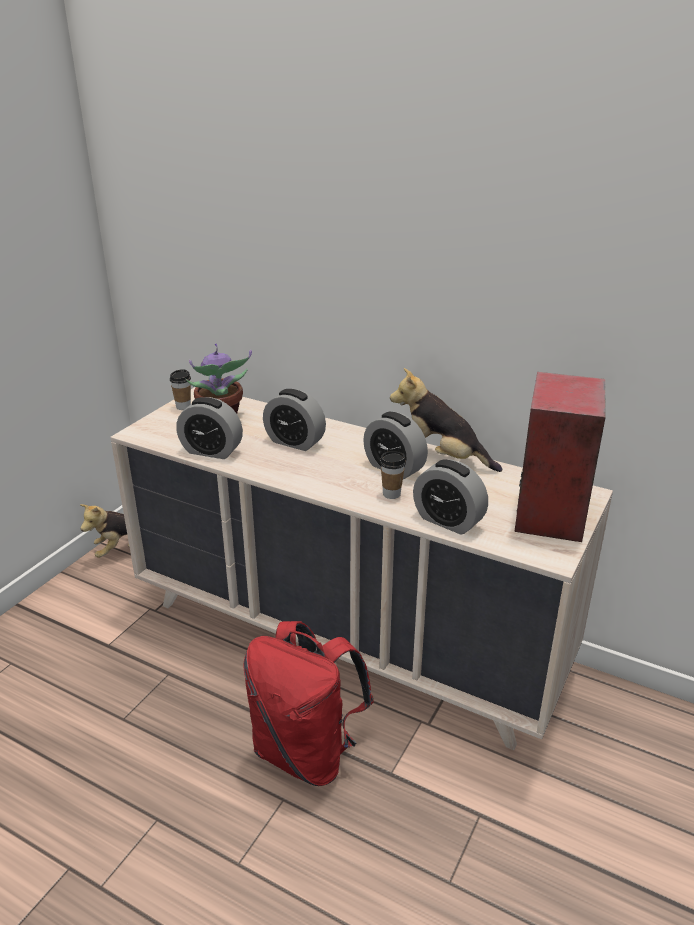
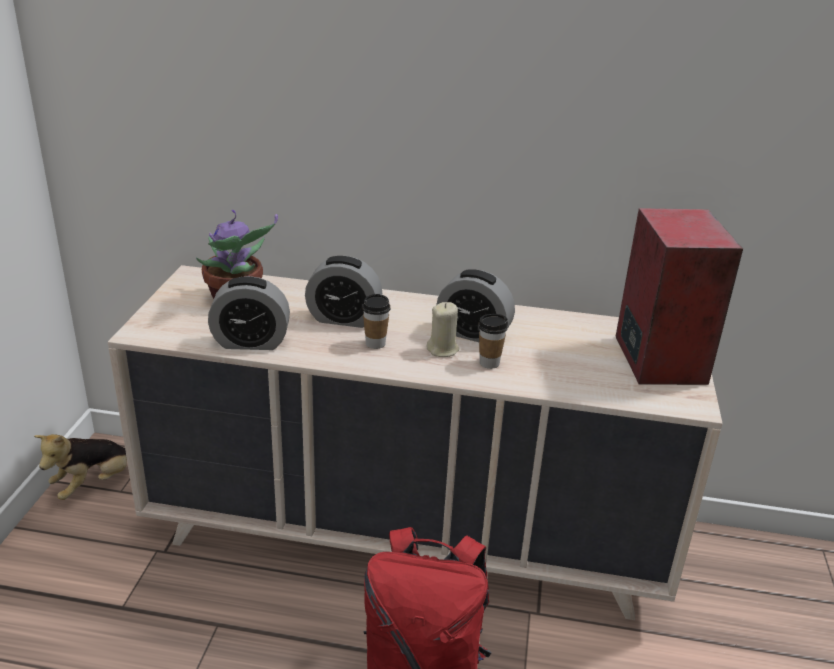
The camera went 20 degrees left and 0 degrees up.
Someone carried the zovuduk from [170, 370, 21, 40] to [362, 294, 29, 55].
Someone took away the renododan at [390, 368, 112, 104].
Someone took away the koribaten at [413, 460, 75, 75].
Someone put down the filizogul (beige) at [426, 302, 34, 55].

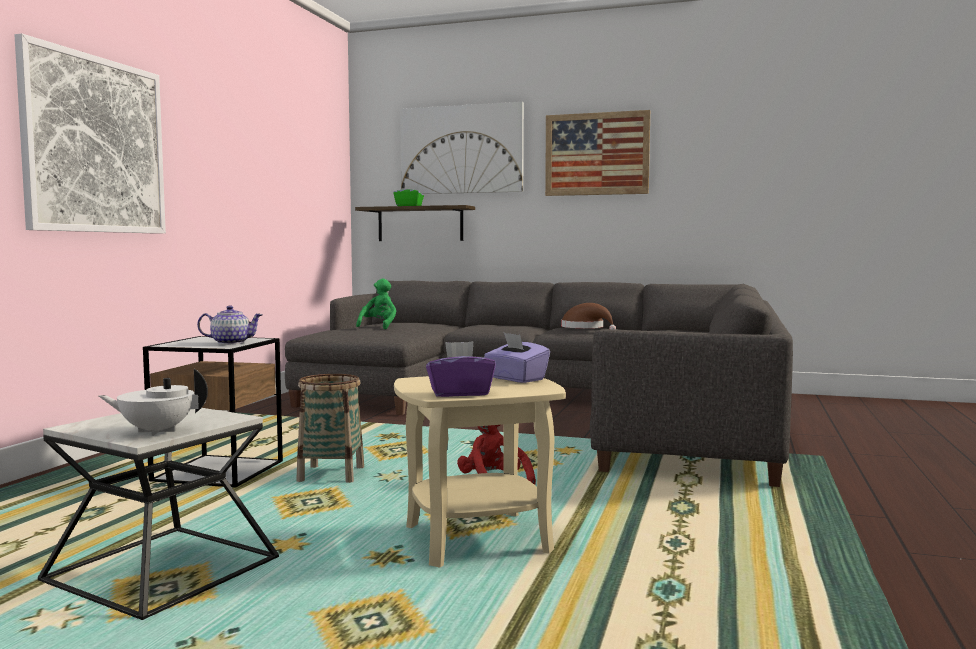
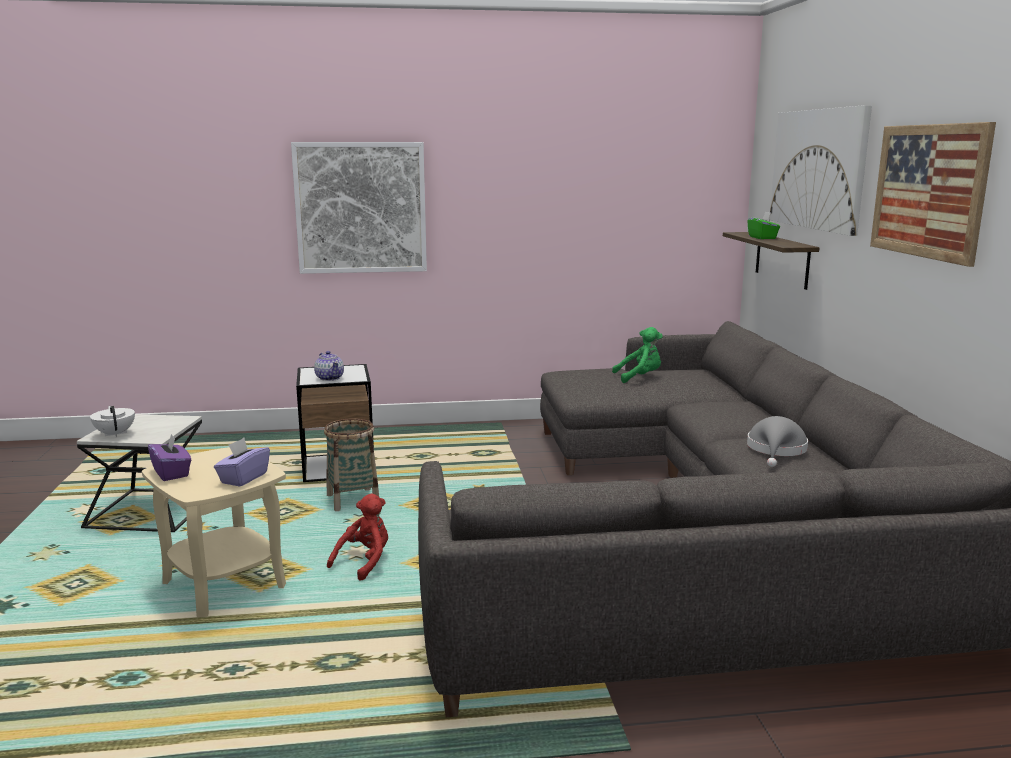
The camera went 65 degrees right and 10 degrees up.
Someone repainted the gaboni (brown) at [561, 303, 55, 27], which became the gaboni (grey) at [747, 416, 61, 51].

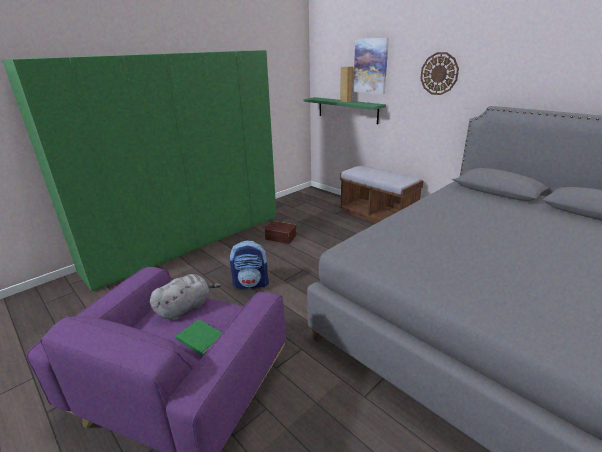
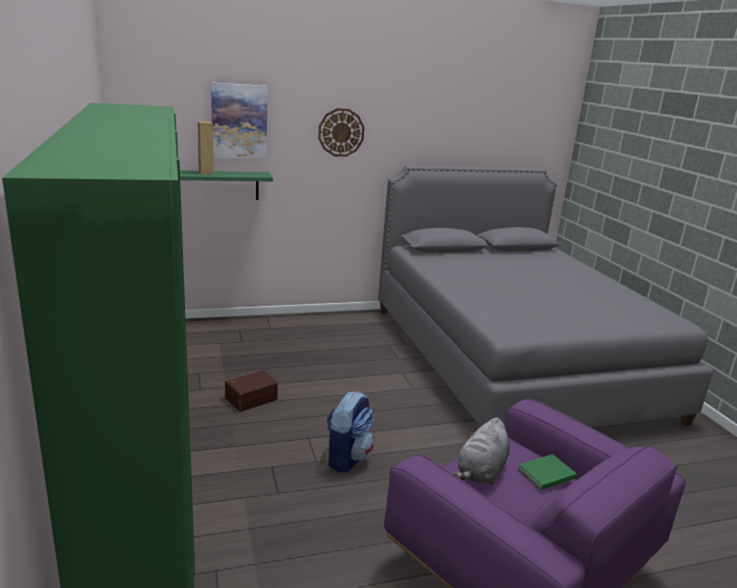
The camera went 65 degrees left and 5 degrees down.
Someone rotated the renododan (grey) at [150, 274, 71, 46] by 135 degrees counterclockwise.
Someone took away the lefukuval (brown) at [339, 165, 85, 59].

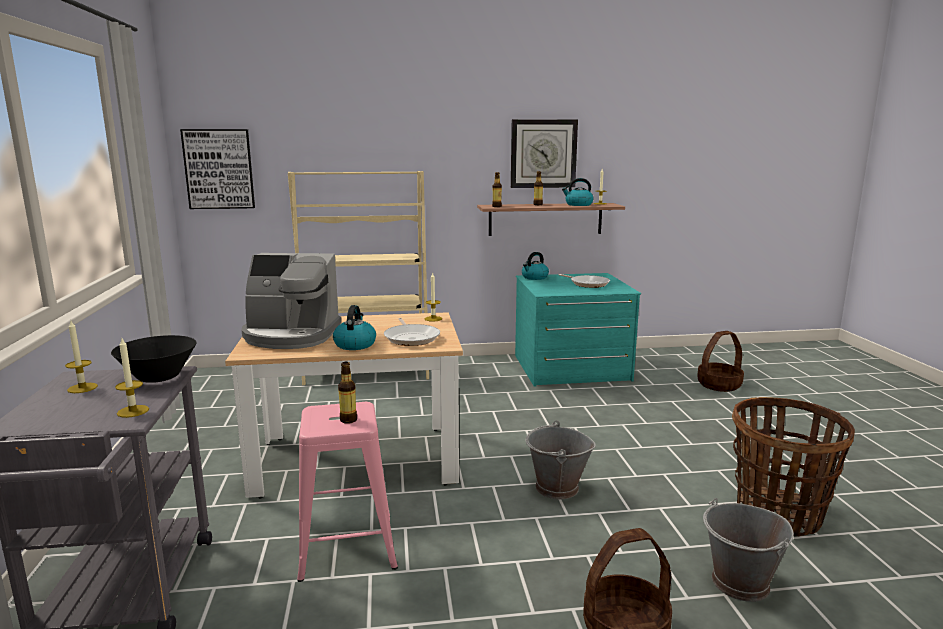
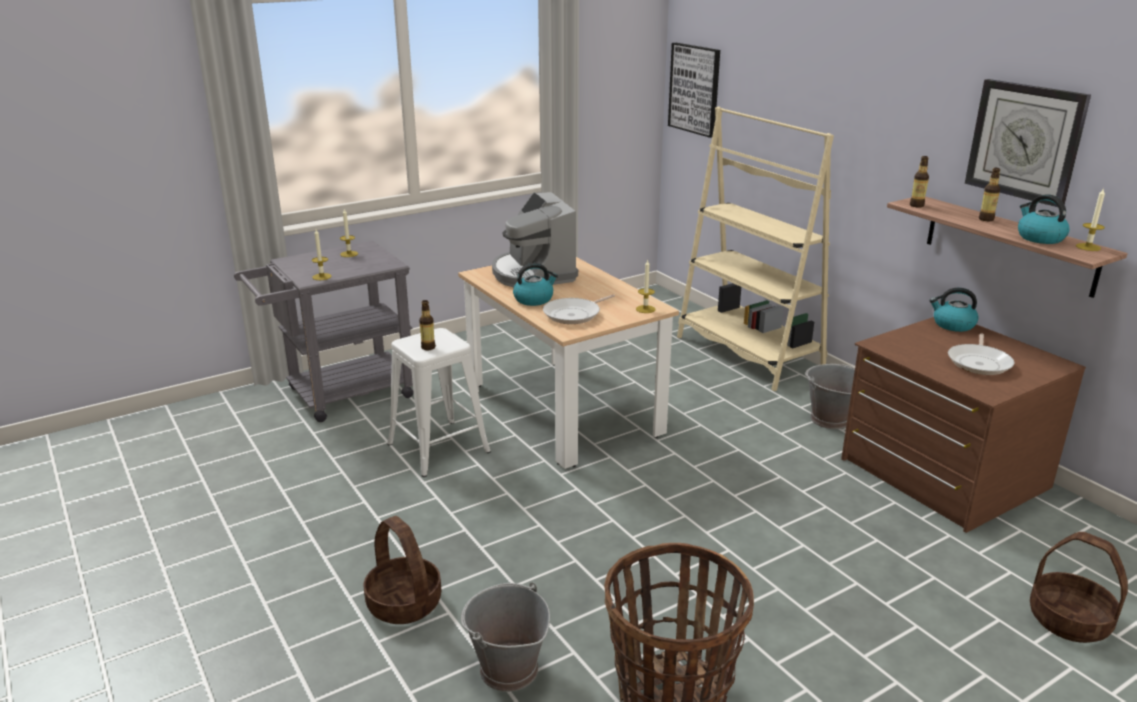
The camera went 65 degrees right and 10 degrees up.
Someone took away the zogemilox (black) at [111, 335, 86, 48].
Someone repainted the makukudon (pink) at [297, 402, 101, 180], which became the makukudon (white) at [387, 328, 104, 149].
Someone repainted the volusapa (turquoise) at [515, 273, 126, 114], which became the volusapa (brown) at [841, 317, 245, 216].
Someone carried the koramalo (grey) from [526, 420, 70, 79] to [805, 364, 50, 65].

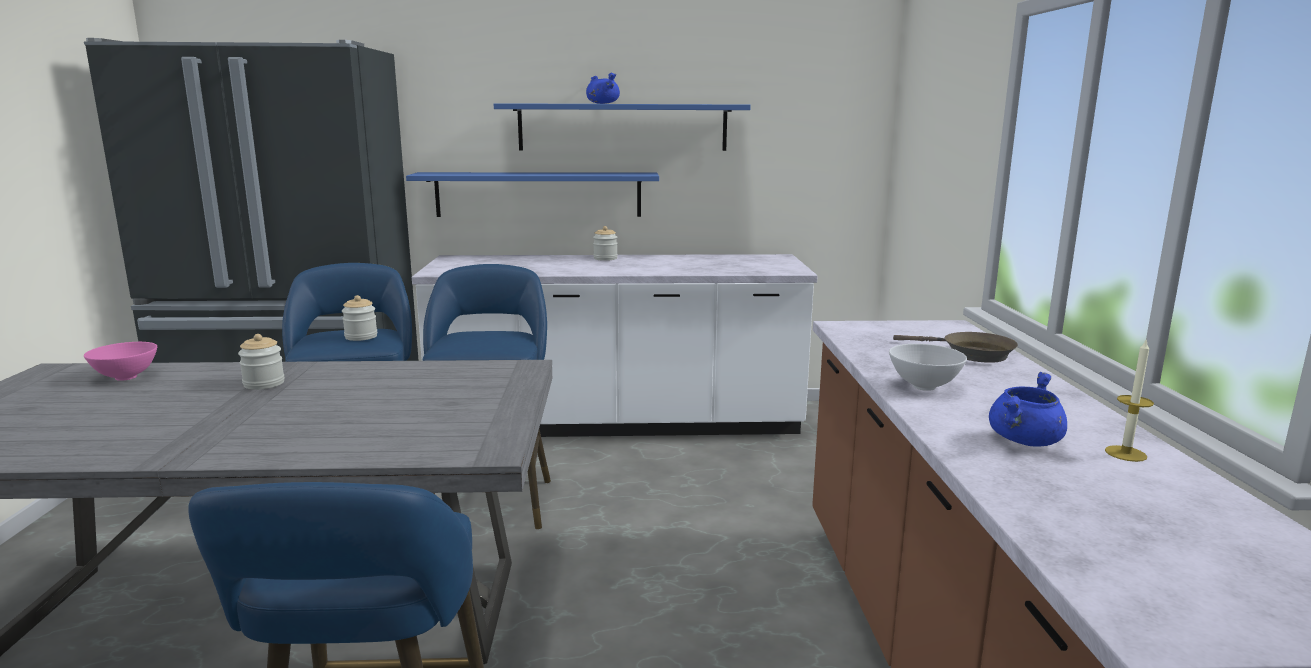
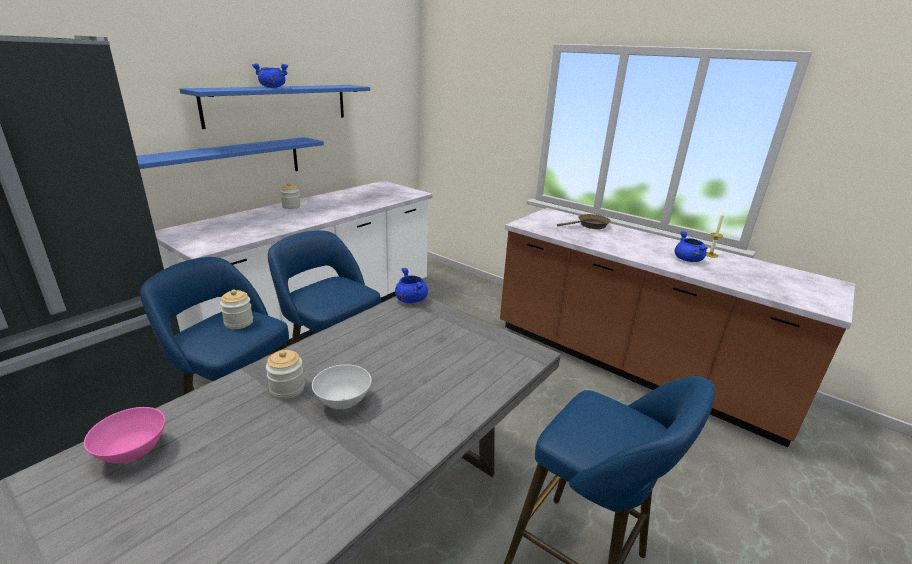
The camera went 50 degrees left and 10 degrees up.
Someone carried the zogemilox (white) from [889, 344, 78, 47] to [312, 364, 60, 45].
Someone put down the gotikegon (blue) at [395, 268, 33, 35].

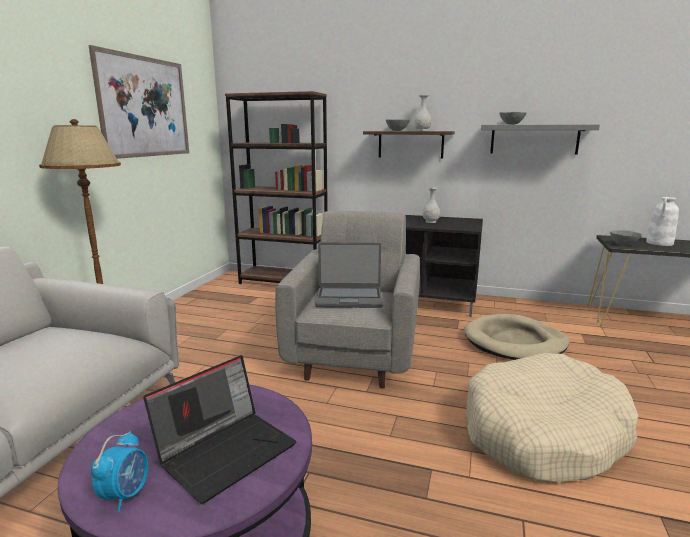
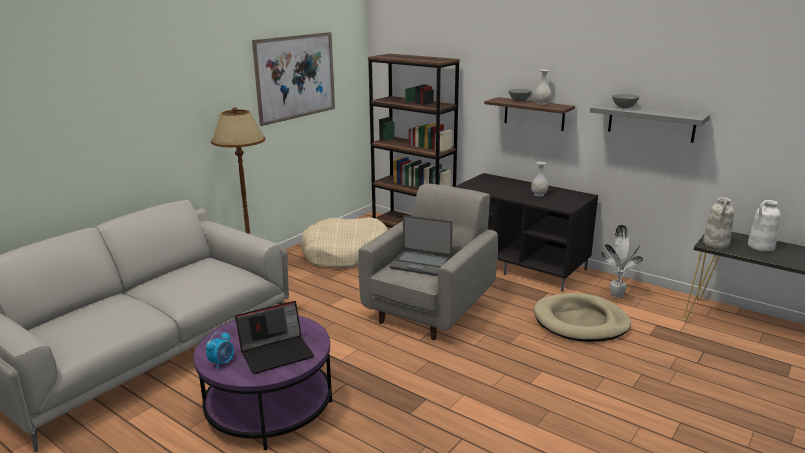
The camera went 20 degrees right and 5 degrees up.
Someone carried the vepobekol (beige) from [466, 353, 173, 129] to [300, 217, 88, 52].
Someone swapped the zogemilox (grey) at [610, 230, 32, 16] for the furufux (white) at [703, 198, 31, 50].
Someone put down the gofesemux at [600, 225, 43, 73].

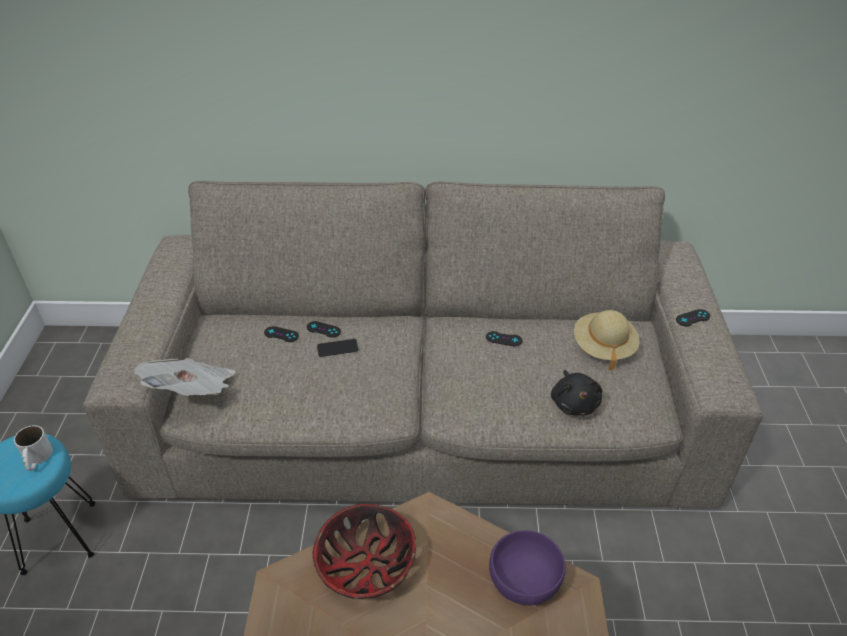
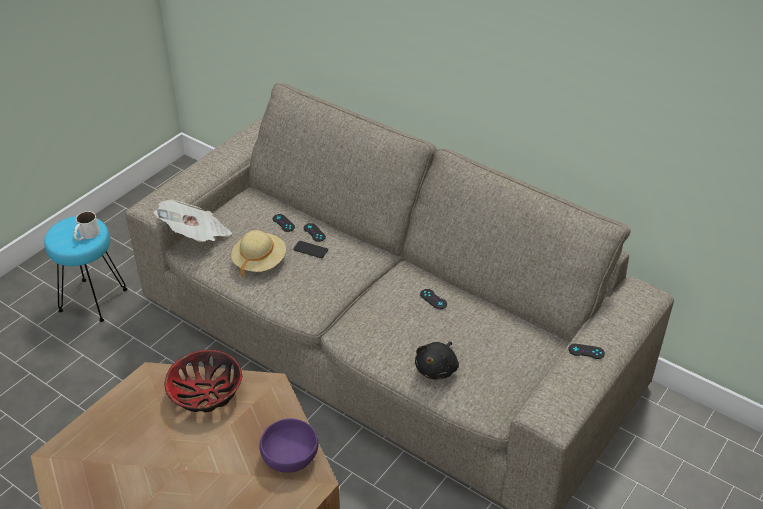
The camera went 35 degrees right and 0 degrees up.
Someone carried the gaboni (beige) from [574, 310, 66, 61] to [231, 230, 55, 48].

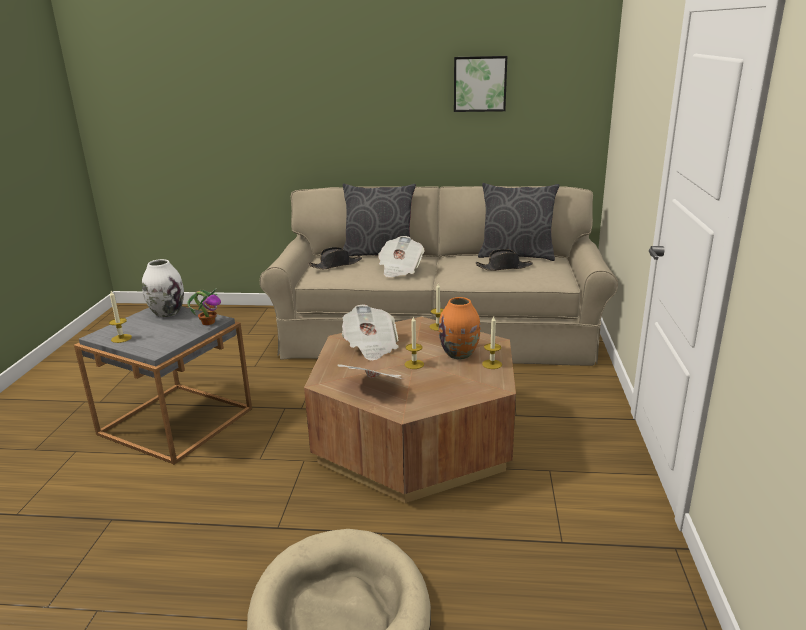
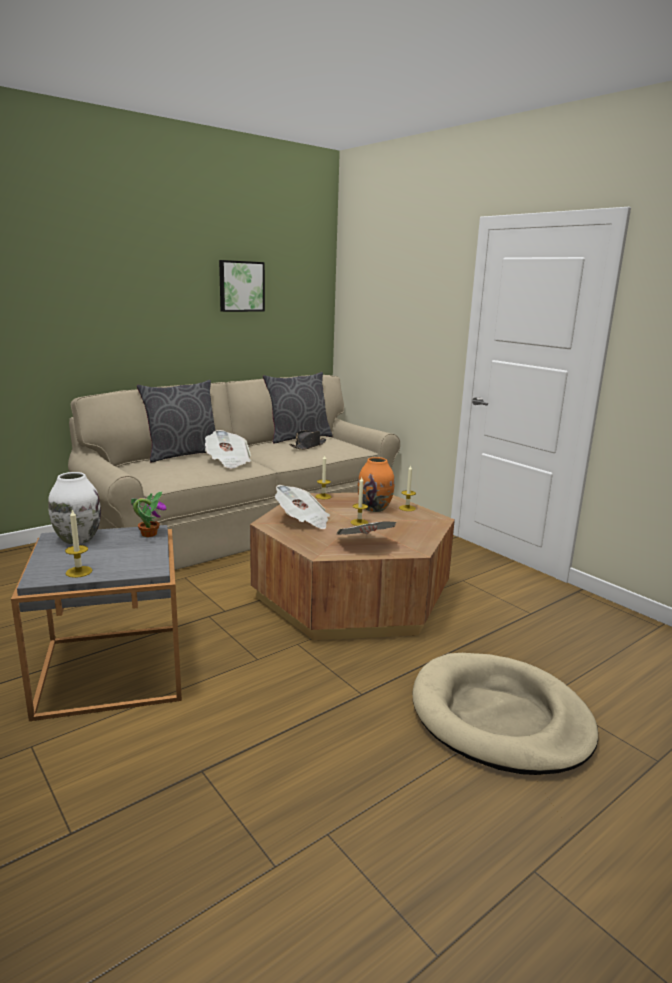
The camera went 45 degrees left and 5 degrees down.
Someone took away the gaboni (black) at [308, 247, 54, 22].

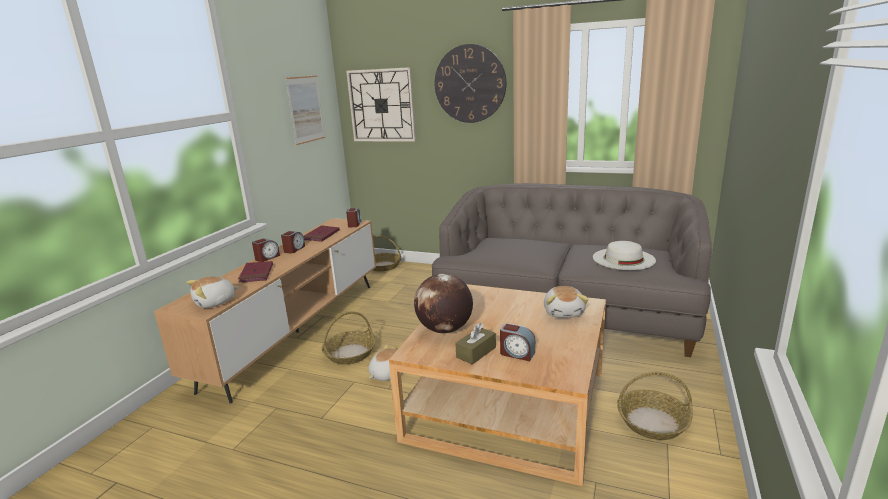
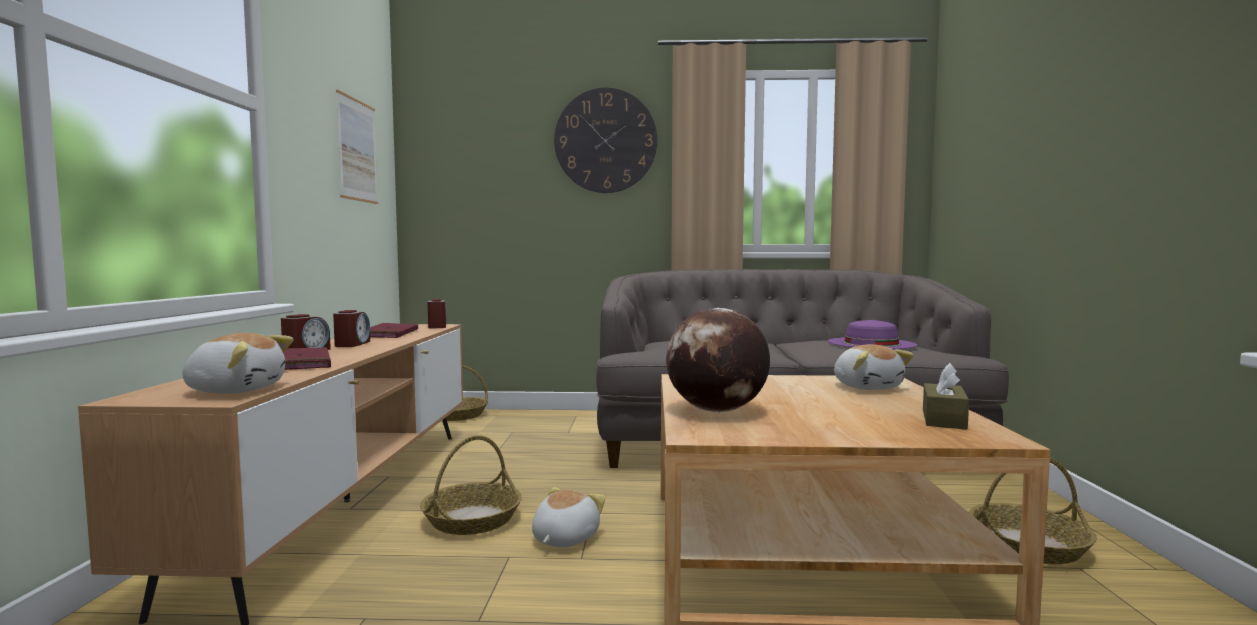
The camera went 20 degrees left and 15 degrees down.
Someone rotated the renododan at [187, 276, 52, 32] by 120 degrees counterclockwise.
Someone took away the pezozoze at [346, 67, 70, 75].
Someone carried the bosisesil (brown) from [455, 323, 41, 42] to [923, 363, 46, 67].
Someone took away the koribaten at [500, 323, 35, 38].
Someone repainted the gaboni (white) at [593, 241, 63, 29], which became the gaboni (purple) at [828, 320, 89, 29].

